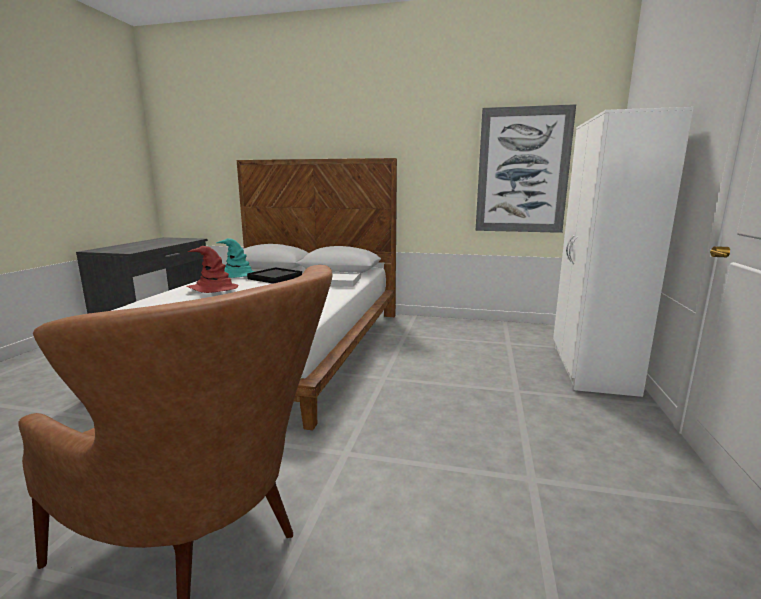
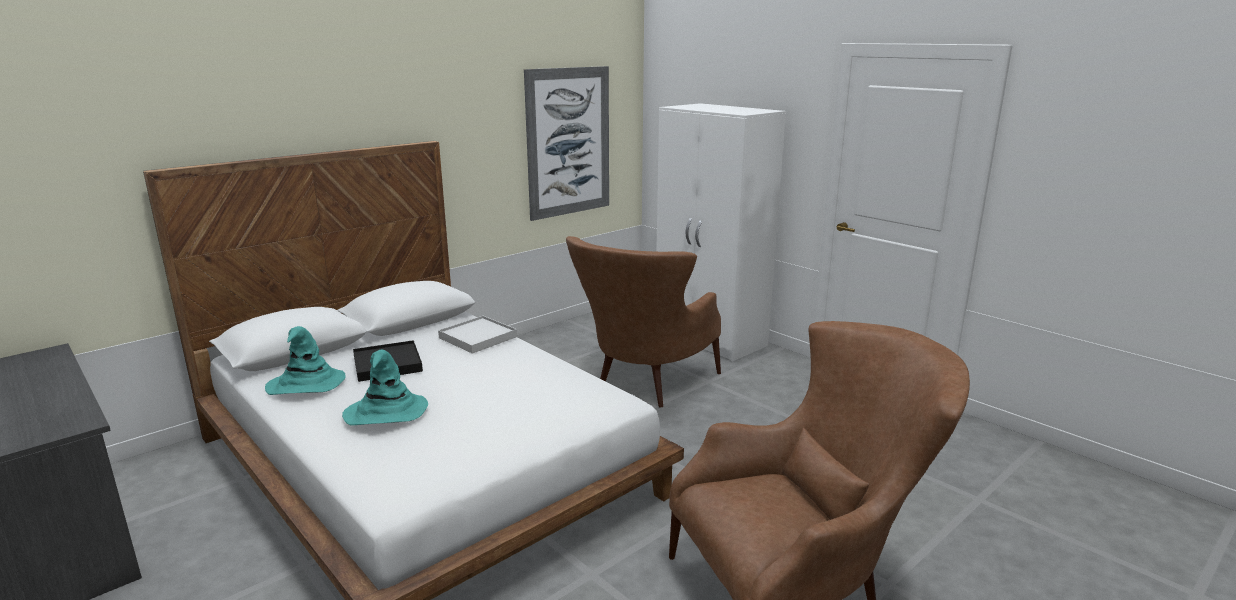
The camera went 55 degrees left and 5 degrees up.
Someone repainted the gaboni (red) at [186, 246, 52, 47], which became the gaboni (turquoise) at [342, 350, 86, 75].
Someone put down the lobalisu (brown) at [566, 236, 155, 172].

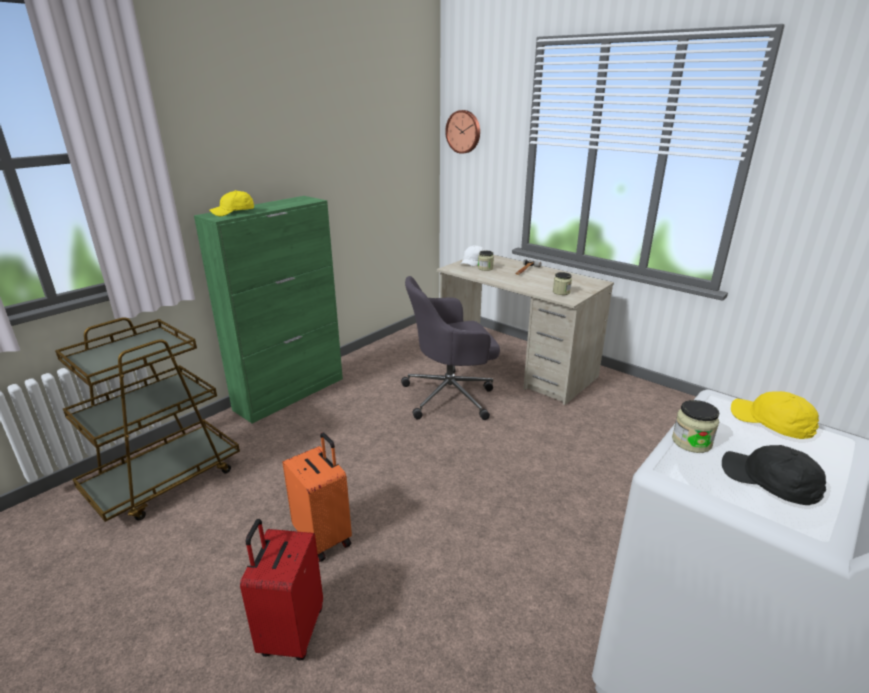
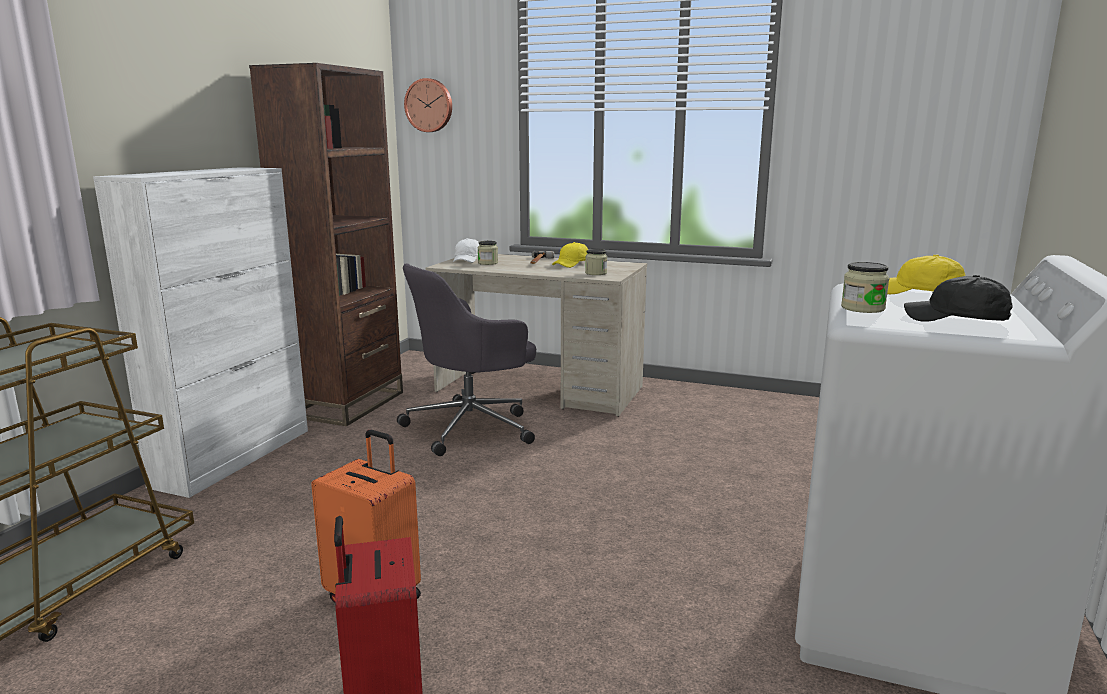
The camera went 20 degrees left and 10 degrees down.
Someone repainted the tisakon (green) at [194, 196, 149, 227], which became the tisakon (white) at [93, 167, 215, 331].
Someone carried the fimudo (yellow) from [209, 190, 45, 26] to [552, 242, 36, 26].
Someone put down the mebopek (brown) at [249, 63, 154, 363].

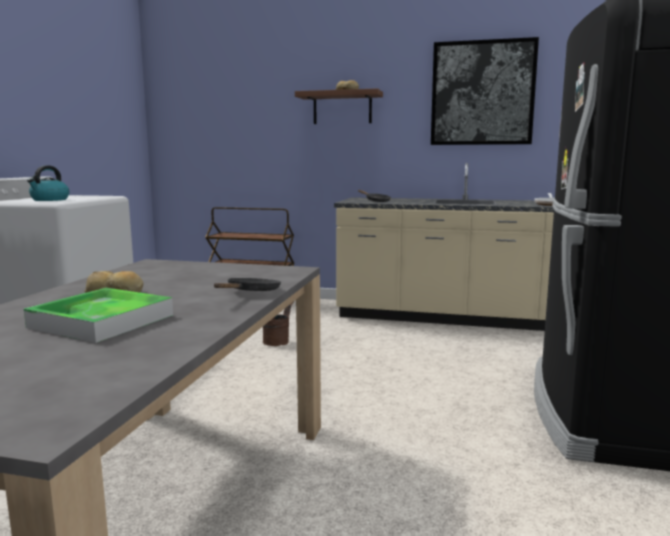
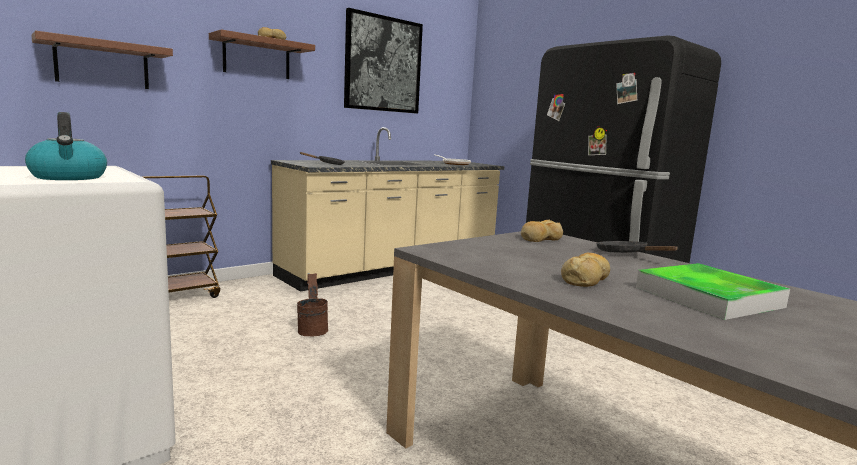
The camera went 55 degrees left and 0 degrees up.
Someone put up the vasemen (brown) at [31, 31, 142, 58].
Someone put down the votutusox at [521, 220, 42, 22].

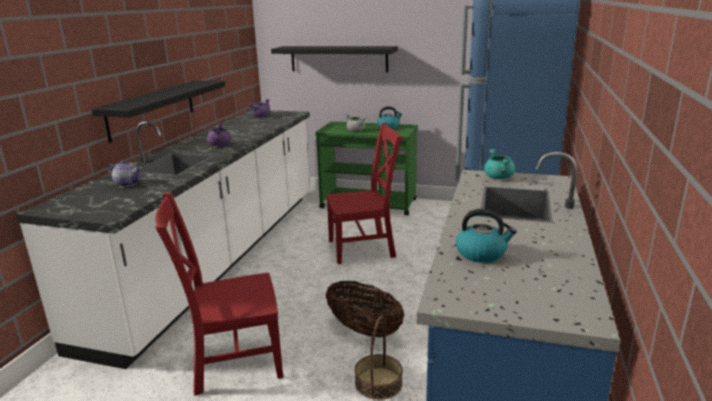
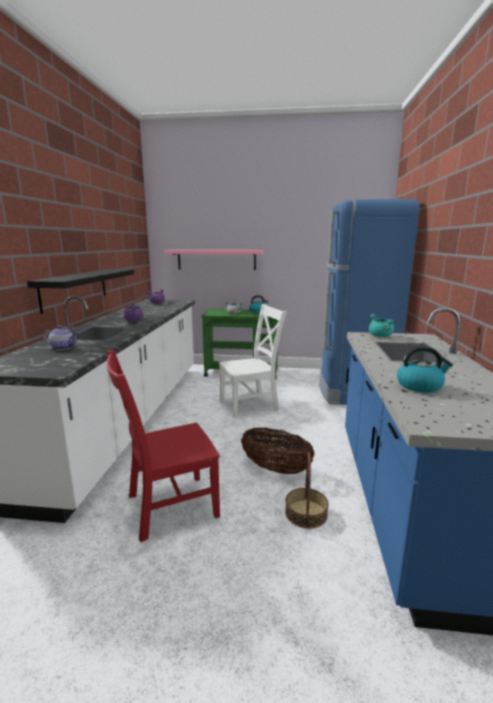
The camera went 10 degrees left and 5 degrees down.
Someone repainted the vasemen (black) at [271, 46, 126, 27], which became the vasemen (pink) at [164, 250, 99, 20].
Someone repainted the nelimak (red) at [326, 123, 77, 141], which became the nelimak (white) at [219, 304, 68, 114].

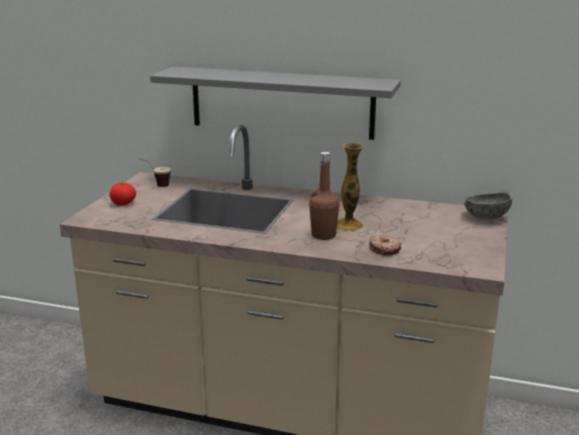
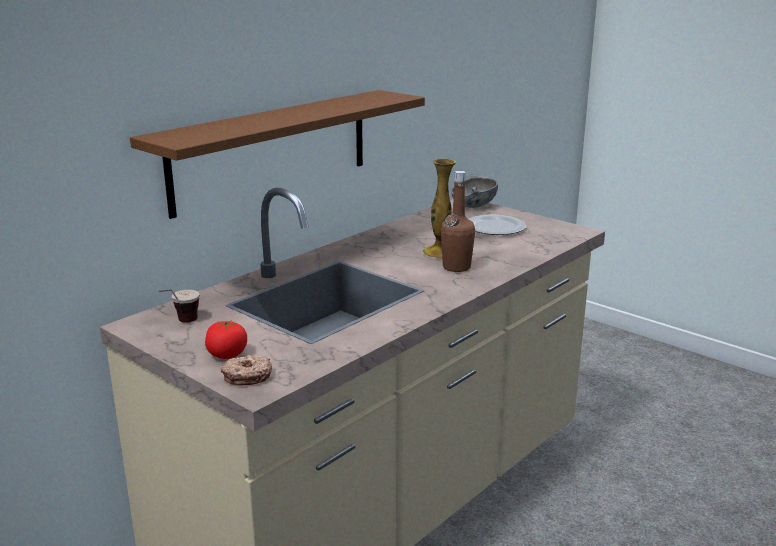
The camera went 65 degrees left and 0 degrees up.
Someone repainted the vasemen (grey) at [150, 66, 251, 74], which became the vasemen (brown) at [130, 90, 295, 129].
Someone carried the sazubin from [369, 235, 32, 20] to [221, 355, 51, 31].
Someone put down the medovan at [469, 215, 57, 20].

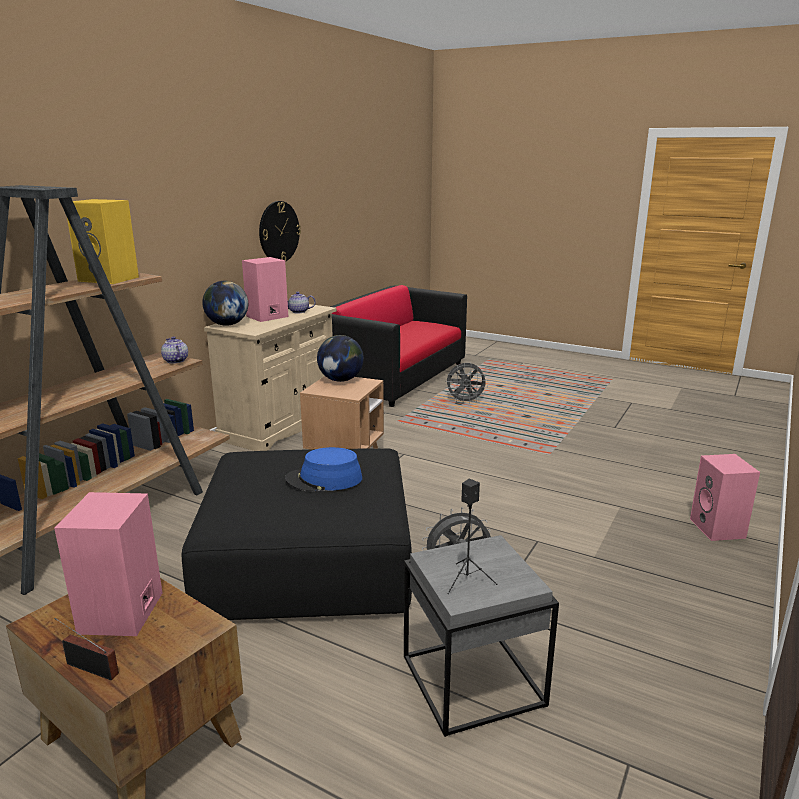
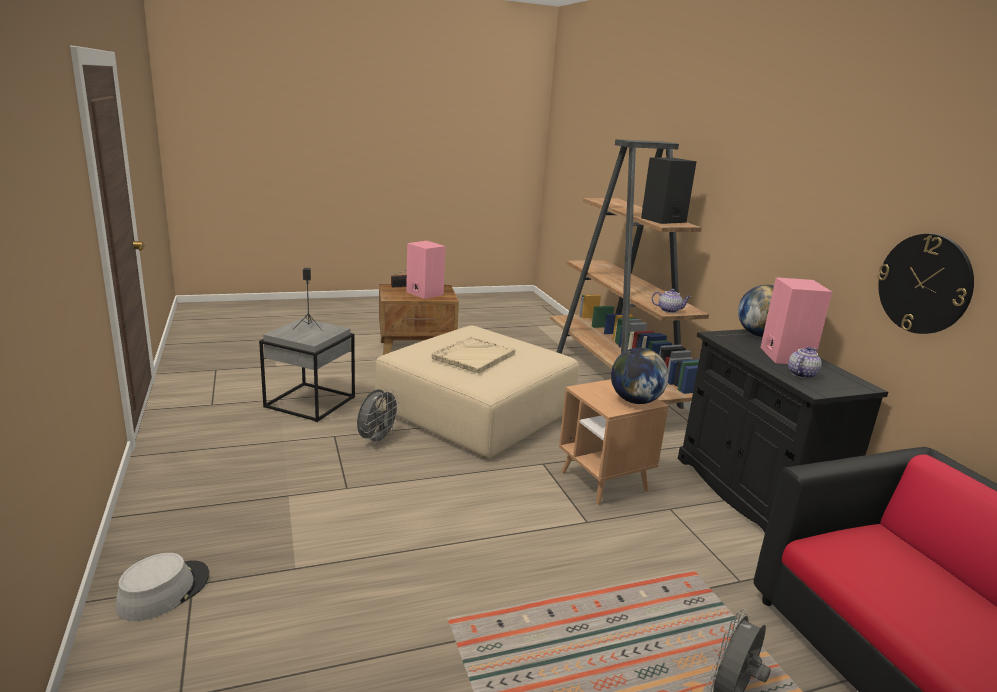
The camera went 130 degrees right and 0 degrees up.
Someone repainted the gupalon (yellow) at [67, 199, 72, 85], which became the gupalon (black) at [641, 157, 56, 67].
Someone repainted the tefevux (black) at [182, 448, 230, 172], which became the tefevux (beige) at [375, 325, 204, 134].
Someone repainted the tisakon (beige) at [204, 304, 133, 147], which became the tisakon (black) at [678, 329, 210, 204].
Someone swapped the gaboni (blue) at [285, 447, 77, 45] for the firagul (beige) at [432, 337, 84, 36].
Someone swapped the gupalon (pink) at [690, 454, 70, 87] for the gaboni (grey) at [116, 553, 93, 68].

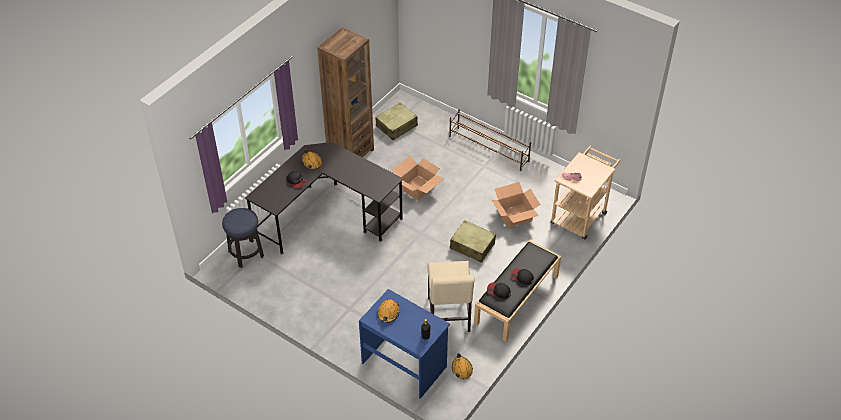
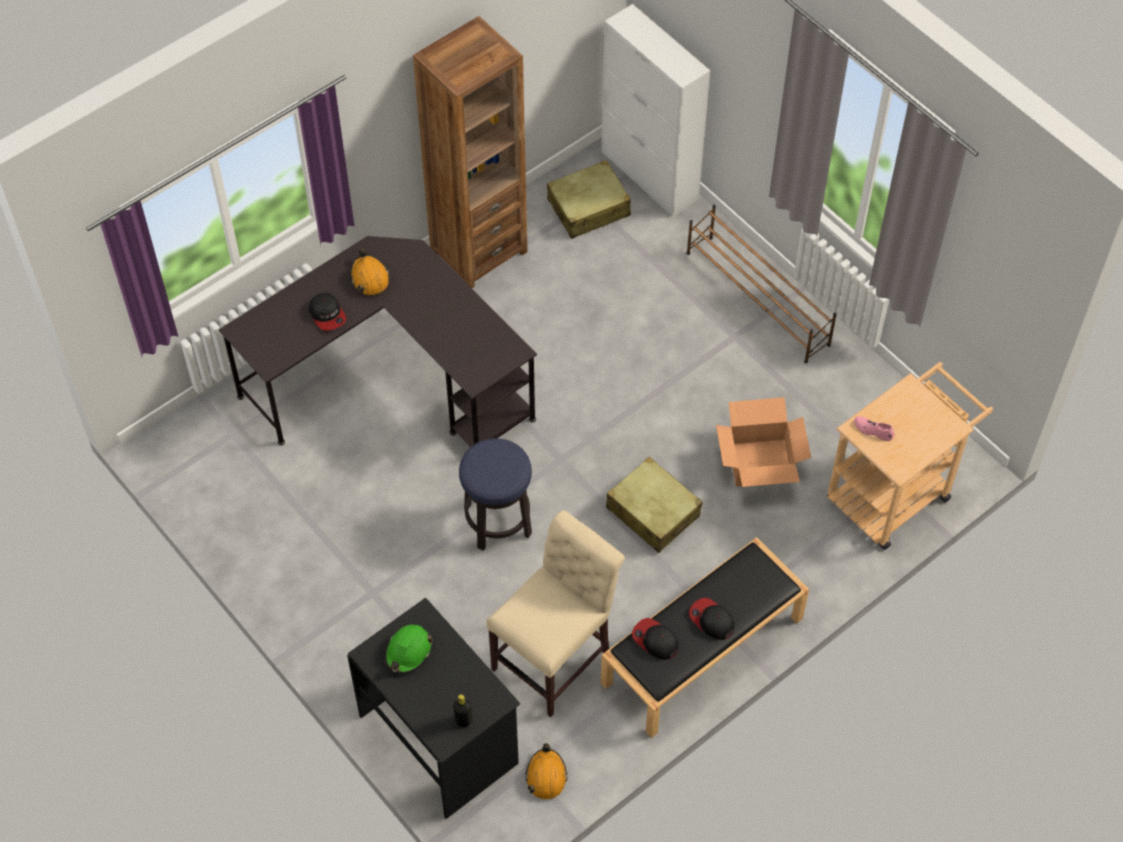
The camera went 15 degrees right and 10 degrees up.
Someone carried the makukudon from [222, 208, 42, 60] to [459, 438, 73, 113].
Someone repainted the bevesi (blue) at [359, 289, 91, 110], which became the bevesi (black) at [347, 598, 173, 221].
Someone repainted the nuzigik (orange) at [377, 299, 23, 24], which became the nuzigik (green) at [385, 624, 48, 50].
Someone took away the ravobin at [392, 156, 52, 44].
Someone rotated the nelimak (beige) at [427, 261, 48, 71] by 150 degrees counterclockwise.
Someone put down the tisakon (white) at [601, 4, 109, 212].

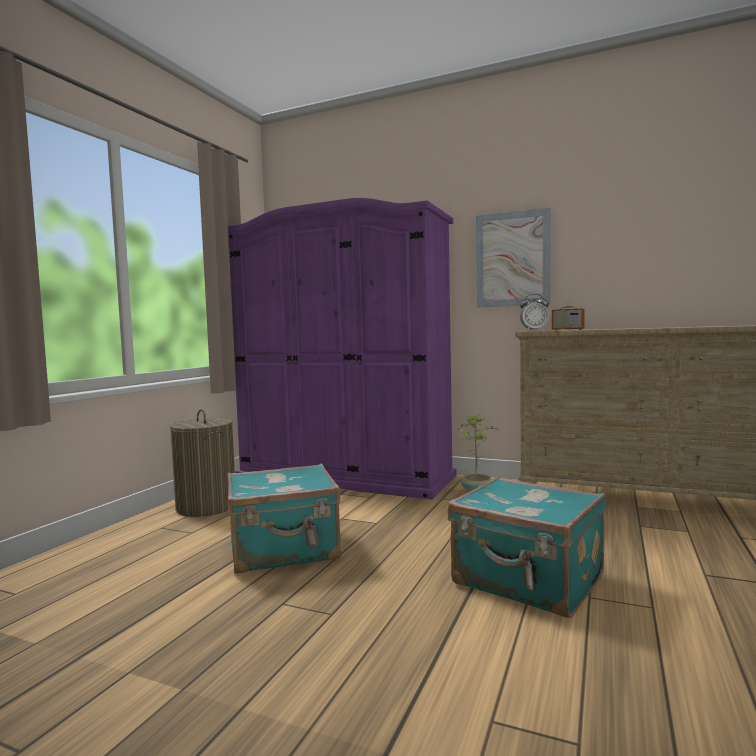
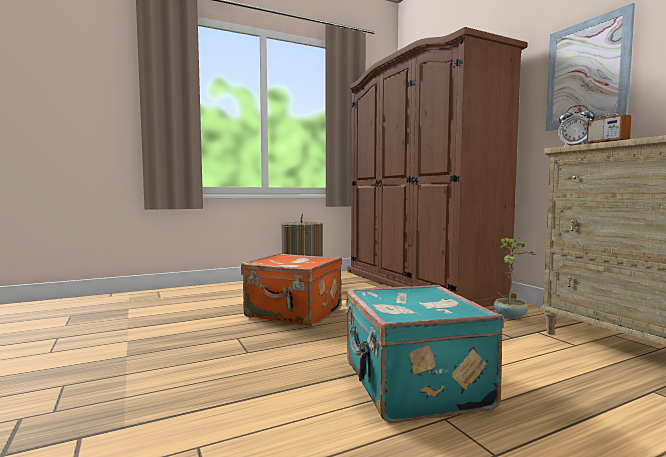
The camera went 40 degrees right and 0 degrees up.
Someone repainted the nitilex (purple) at [228, 198, 229, 301], which became the nitilex (brown) at [348, 27, 179, 280].
Someone repainted the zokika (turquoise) at [228, 464, 113, 110], which became the zokika (orange) at [241, 253, 101, 74].

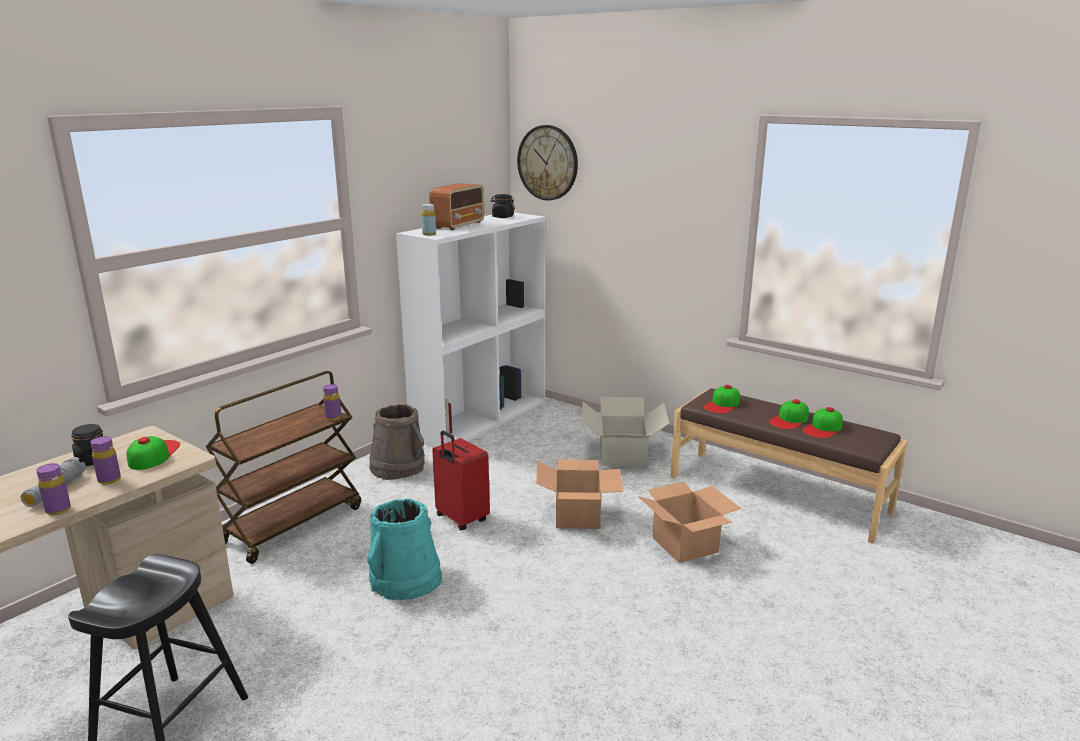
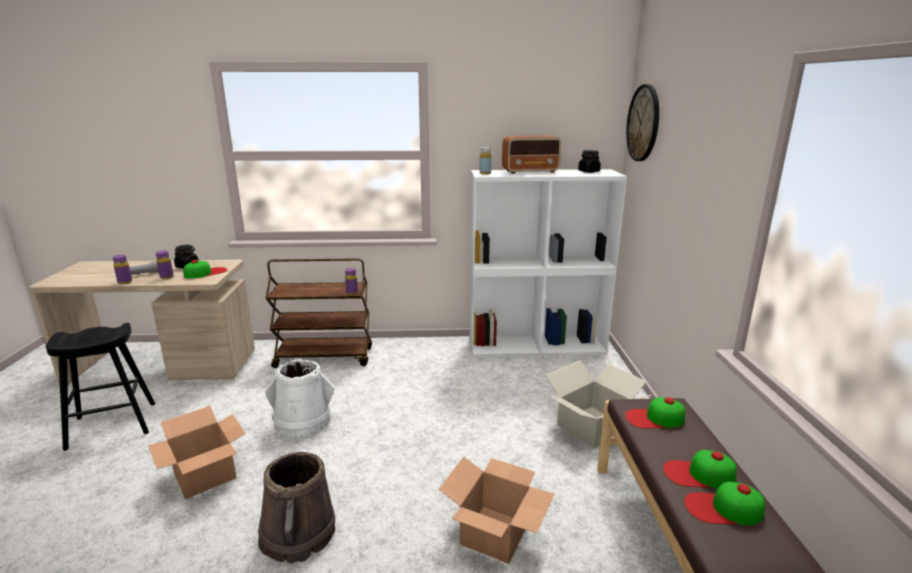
The camera went 50 degrees right and 0 degrees up.
Someone repainted the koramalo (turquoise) at [367, 498, 75, 102], which became the koramalo (white) at [265, 359, 70, 80].
Someone carried the koramalo (brown) from [369, 404, 56, 76] to [258, 452, 77, 112].
Someone took away the zokika (red) at [432, 430, 58, 100].
Someone carried the ravobin from [536, 459, 87, 70] to [148, 406, 98, 93].

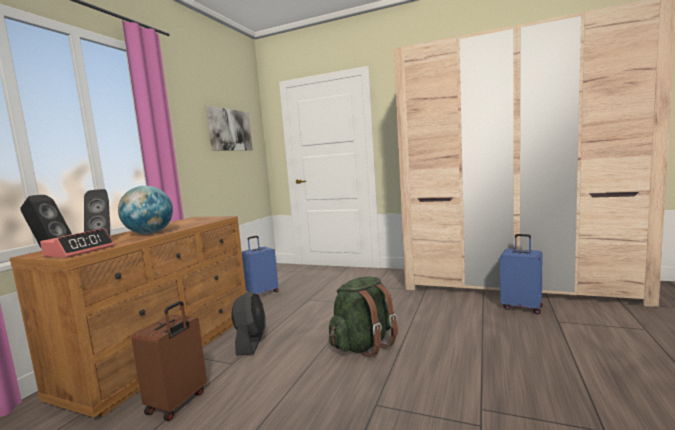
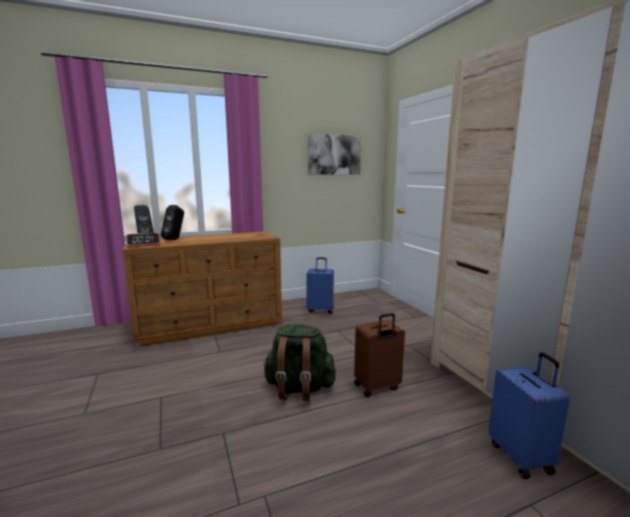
The camera went 45 degrees right and 5 degrees up.
Someone took away the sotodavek at [118, 186, 55, 48].
Someone carried the zokika (brown) from [131, 301, 76, 120] to [354, 313, 51, 84].
Someone took away the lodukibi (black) at [231, 291, 35, 64].

